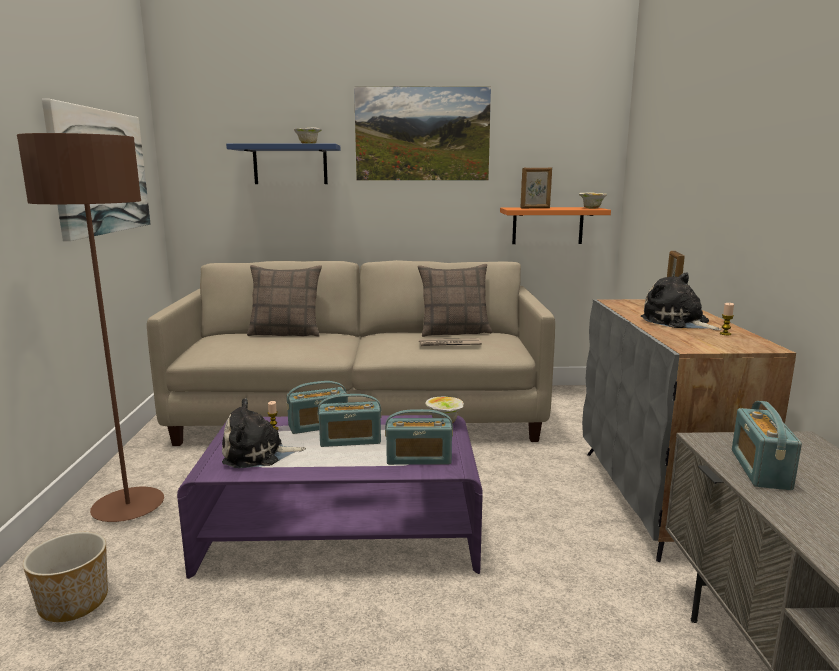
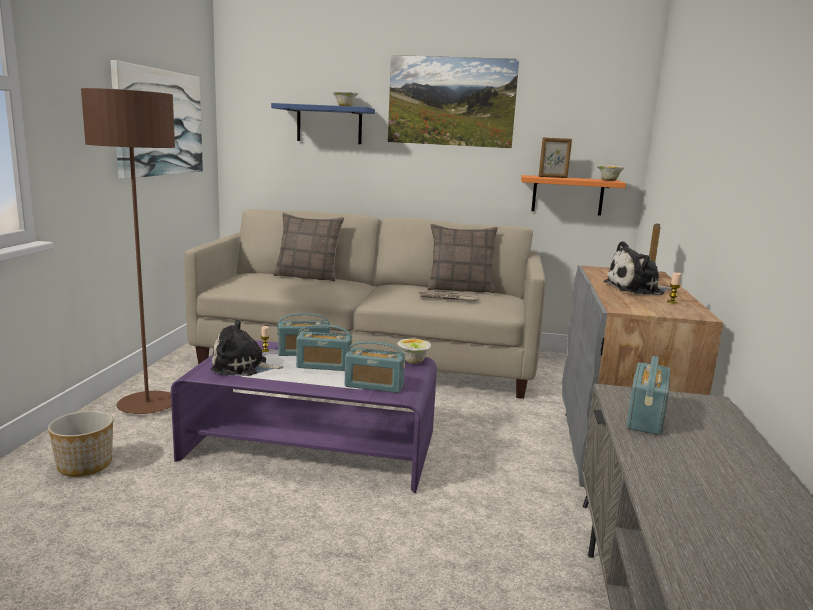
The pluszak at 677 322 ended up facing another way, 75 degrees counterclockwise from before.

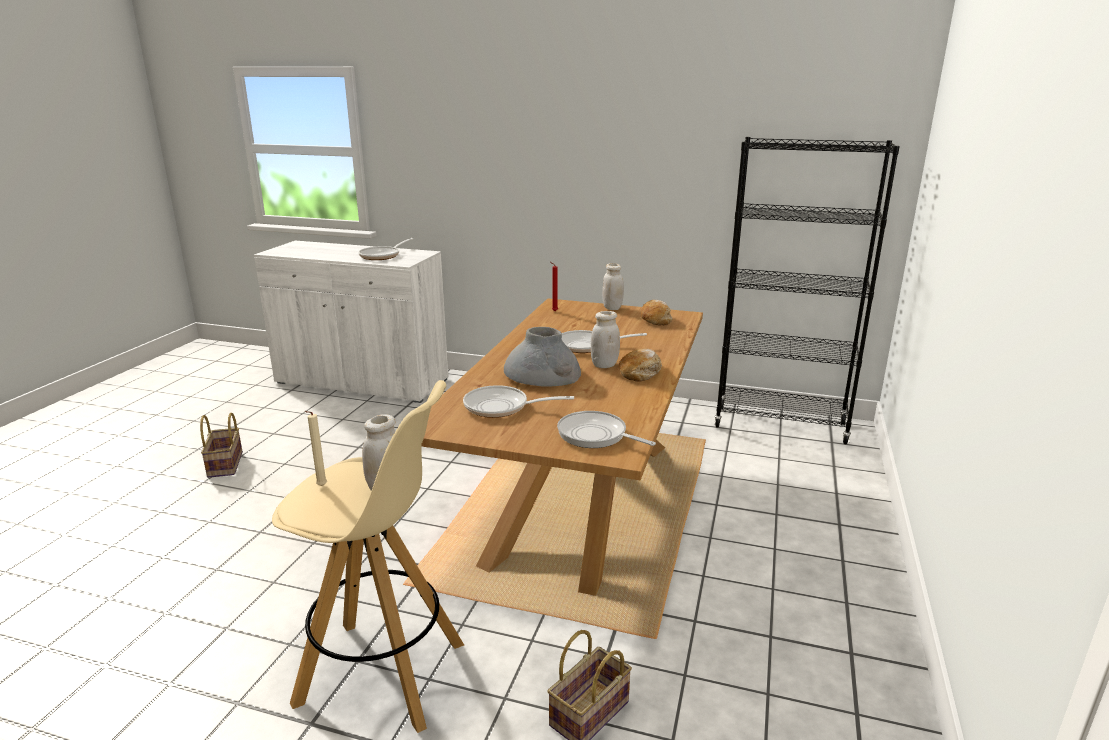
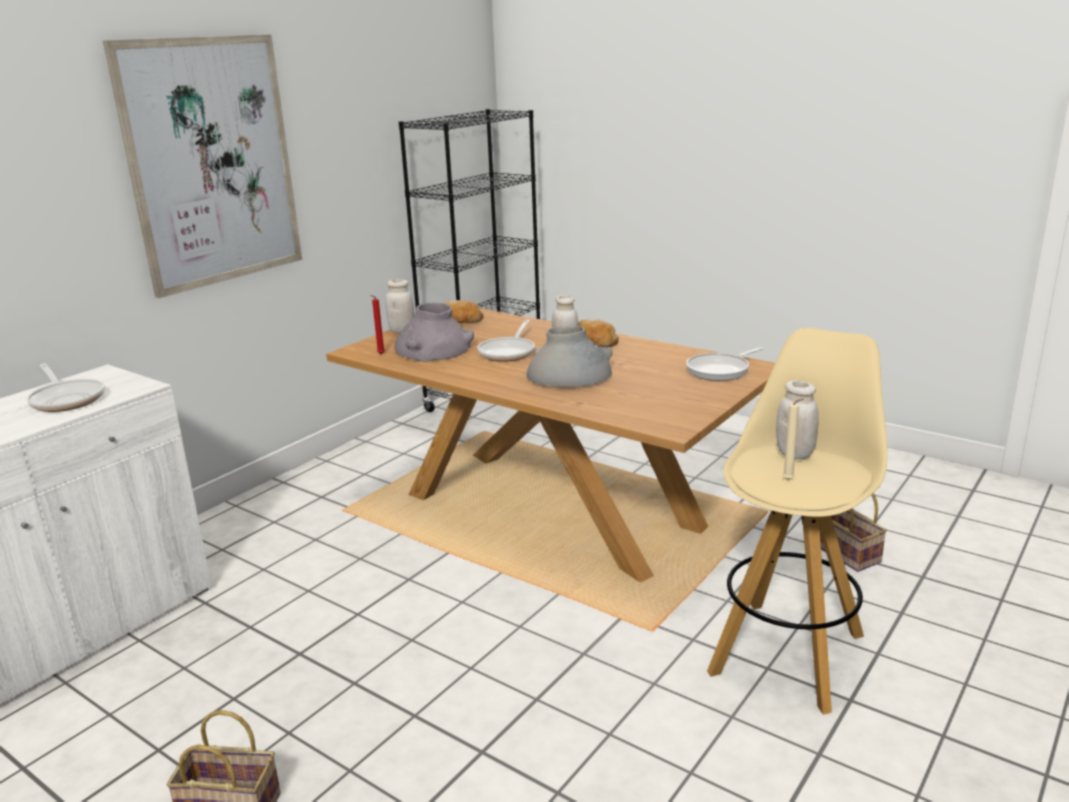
The second view lost the patelnia at 502 407.
The second view gained the obraz at 212 162.
The second view gained the wazon [szary] at 434 348.

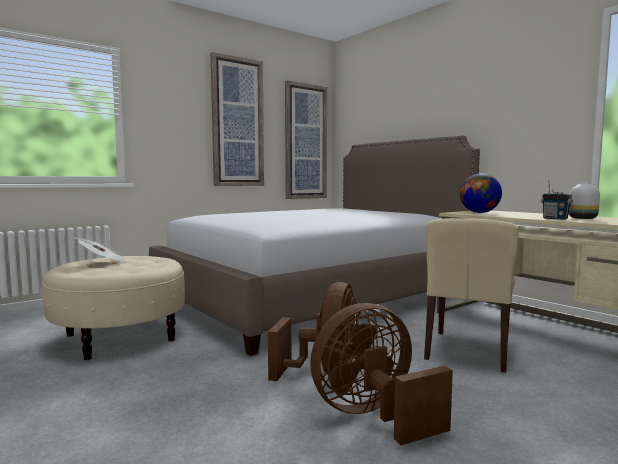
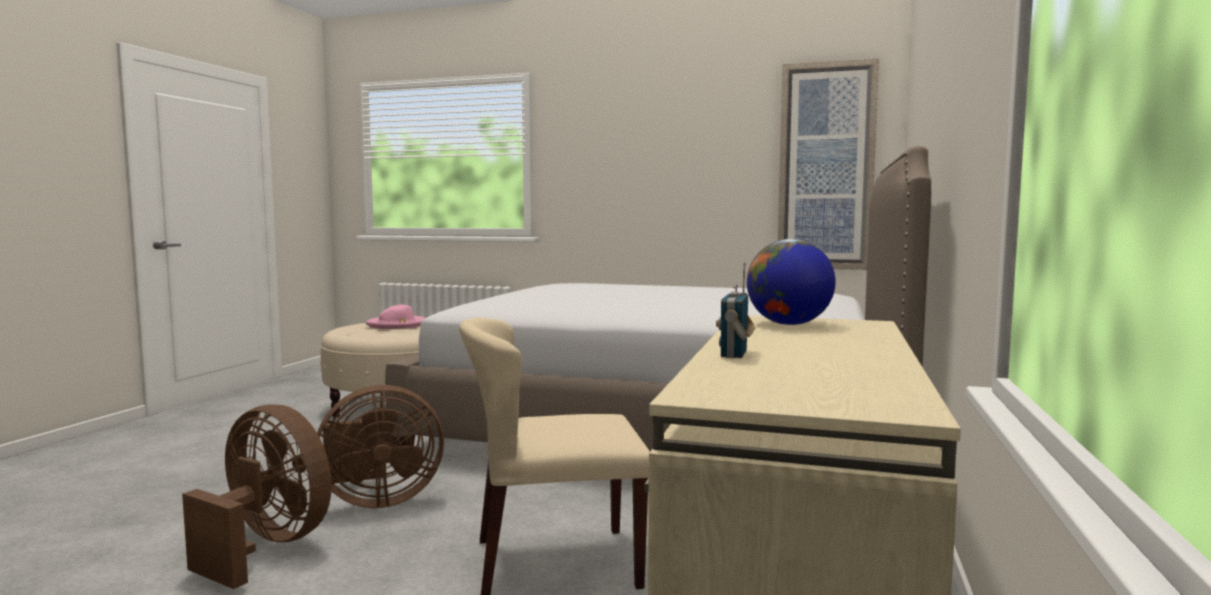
The second view lost the obraz at 237 122.
The second view lost the wazon [biały] at 582 218.
Where the gazeta stood at 102 263, the kapelusz [różowy] came to stand at 397 325.

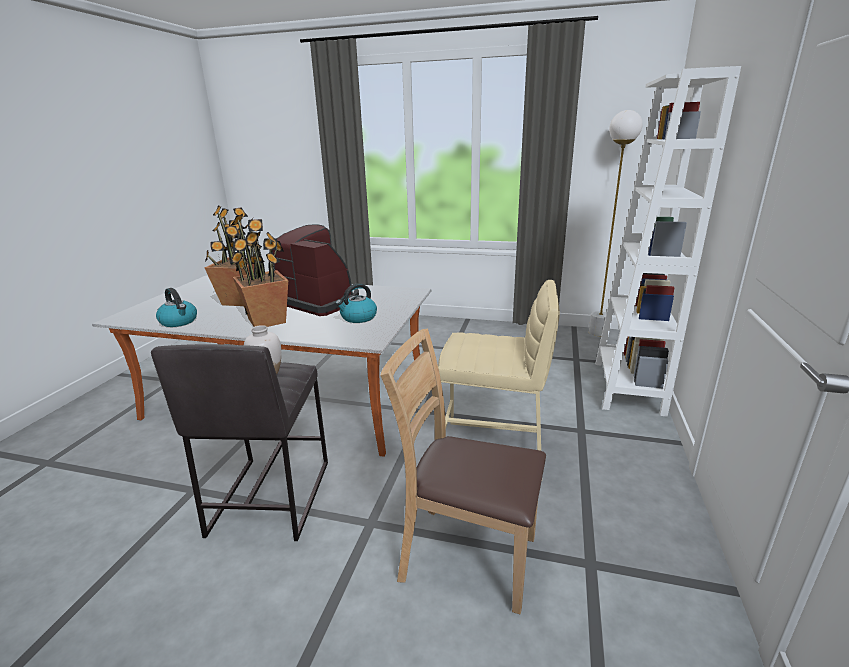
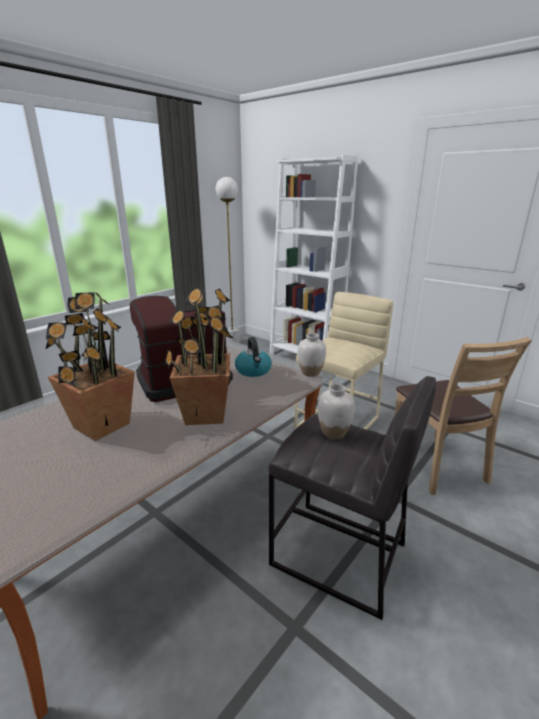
The second view lost the czajnik at 179 322.
The second view gained the wazon [biały] at 310 373.
The krzesło [brązowy] at 466 556 ended up facing another way, 60 degrees counterclockwise from before.

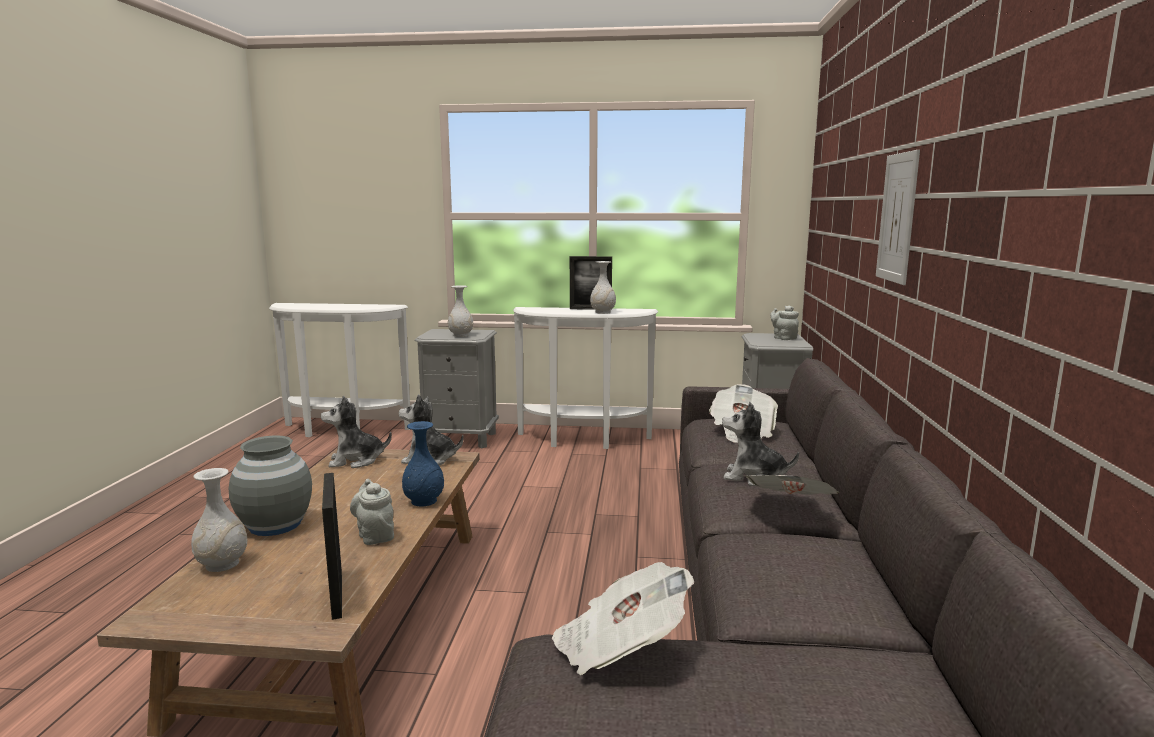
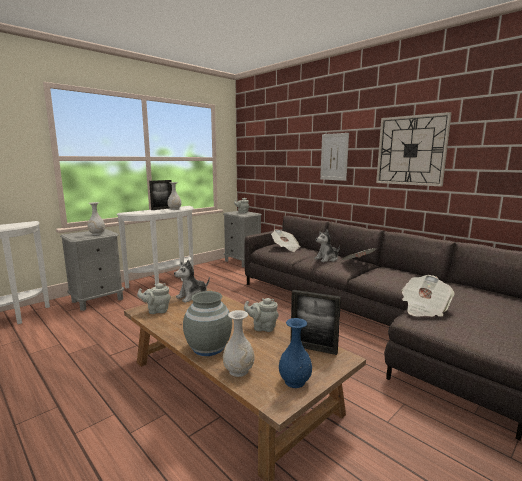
The second view gained the zegar ścienny at 411 150.
The wazon [niebieski] ended up elsewhere, having gone from 424 501 to 295 381.
Where the pluszak stood at 356 461, the imbryk [szary] came to stand at 156 311.

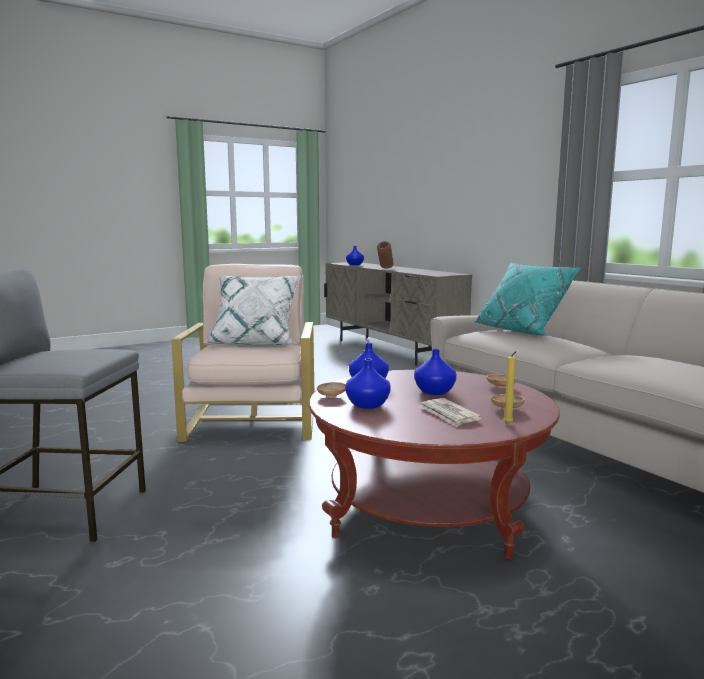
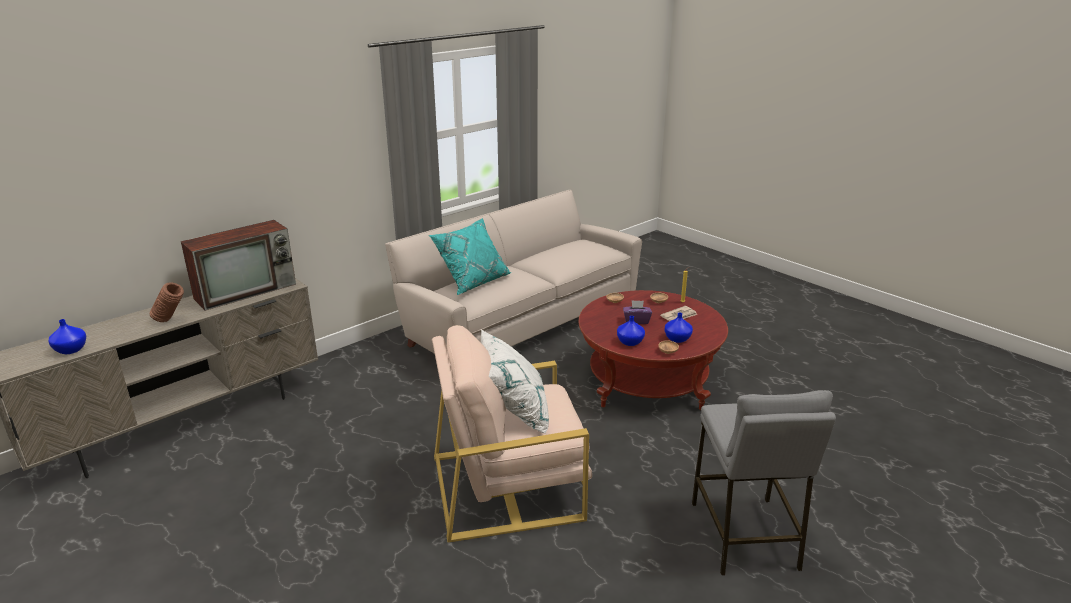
The second view gained the telewizor at 247 290.
Where the wazon [niebieski] stood at 434 391, the pudełko chusteczek [fioletowy] came to stand at 636 321.

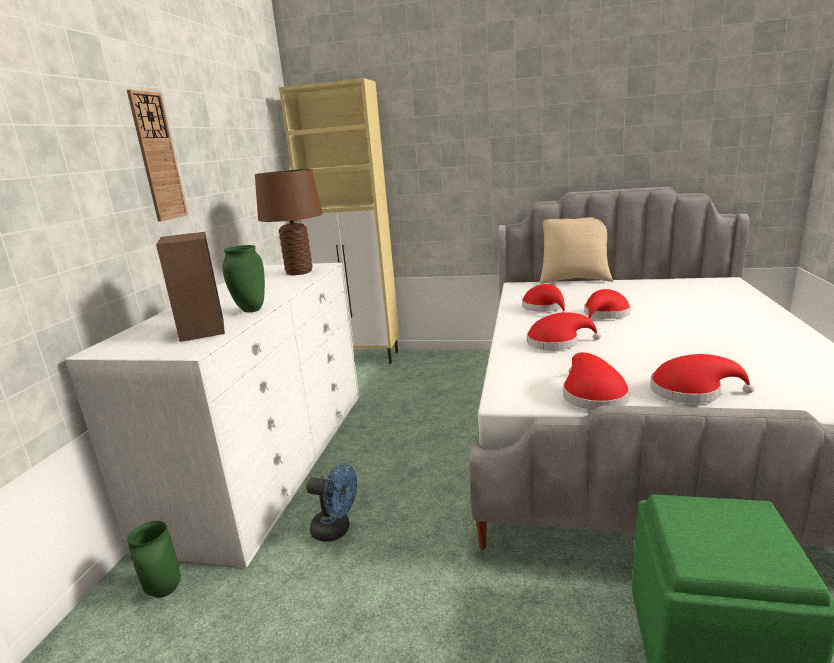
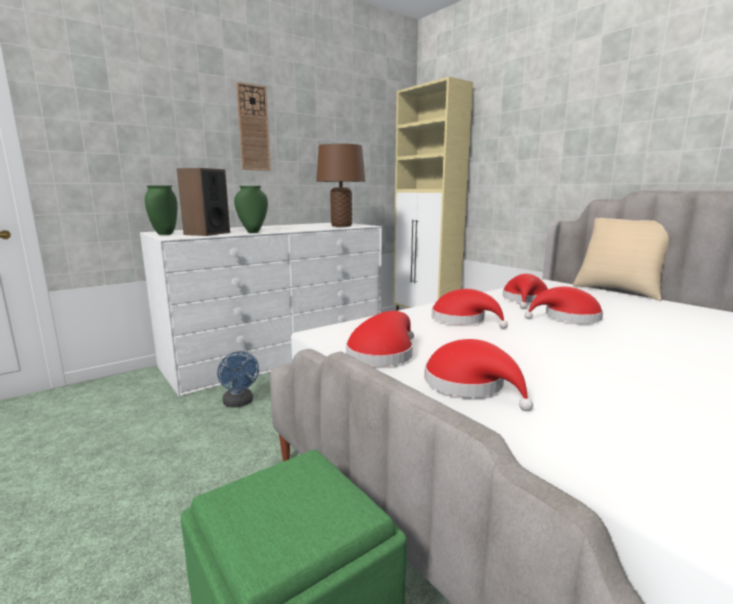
The wazon [zielony] ended up elsewhere, having gone from 166 591 to 165 234.

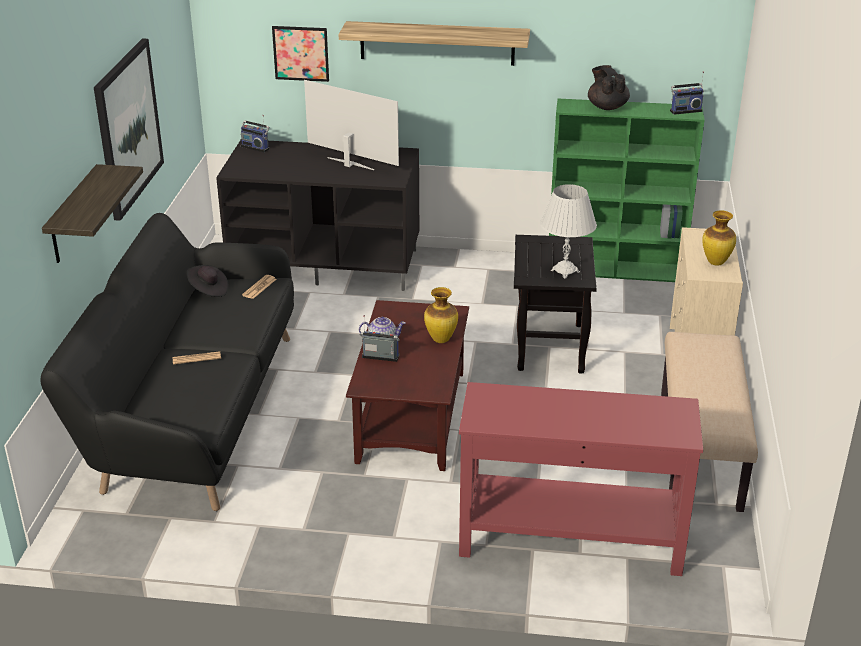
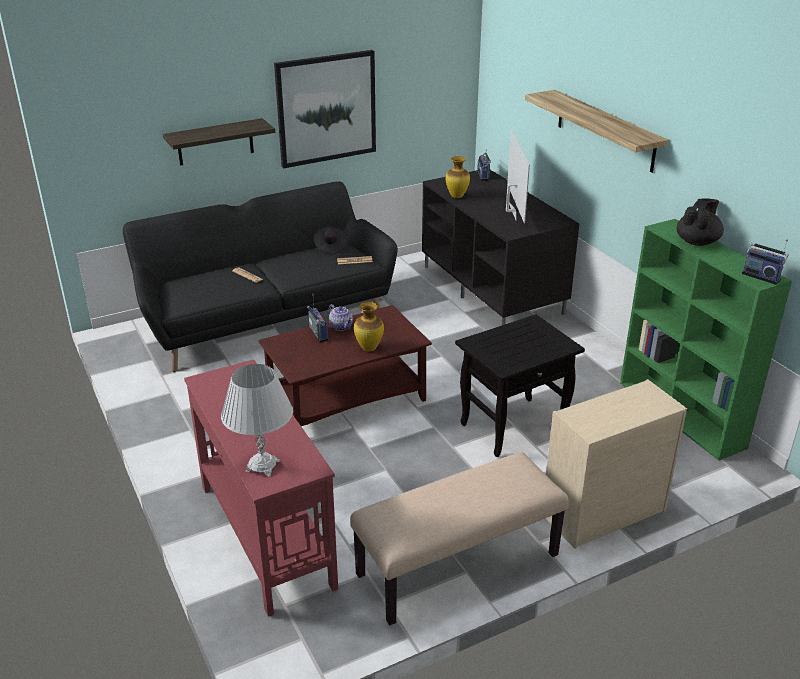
The second view lost the obraz at 301 53.
The lampa stołowa [biały] ended up elsewhere, having gone from 565 271 to 262 466.
The wazon ended up elsewhere, having gone from 716 263 to 457 197.

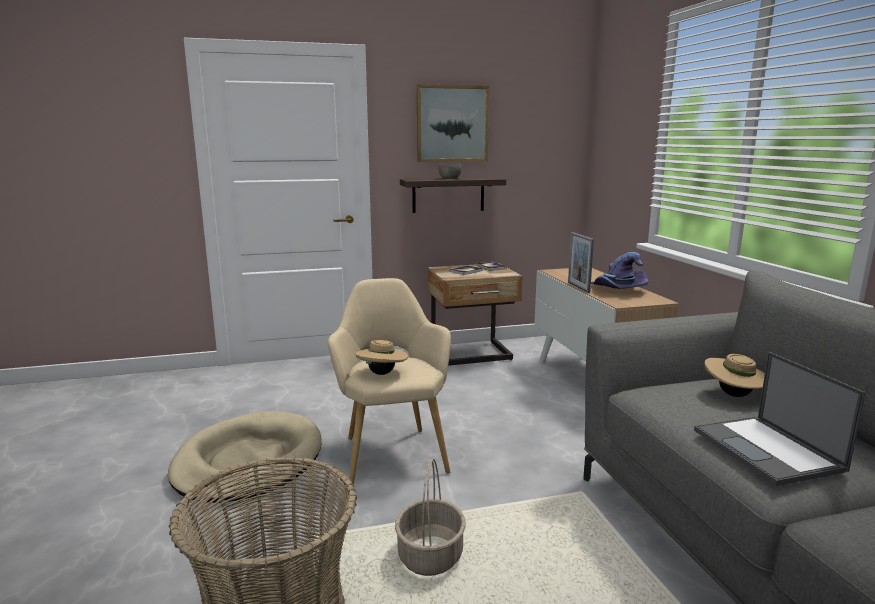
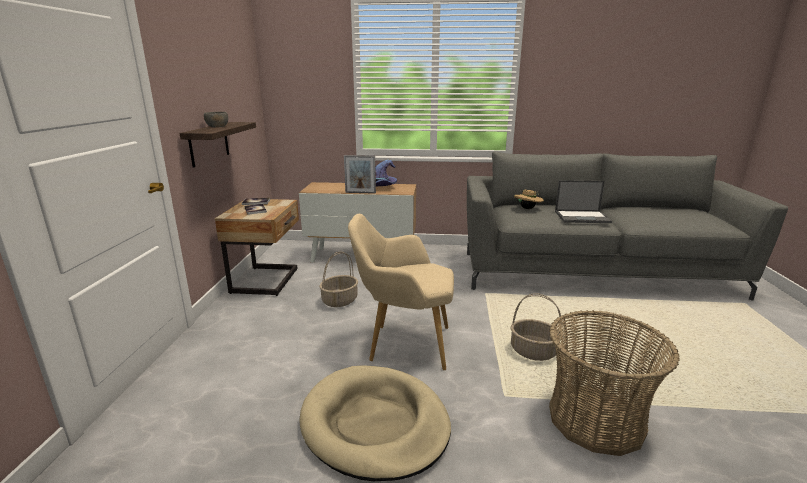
The second view lost the kapelusz [beżowy] at 382 373.
The second view lost the obraz at 452 124.
The second view gained the koszyk at 340 300.

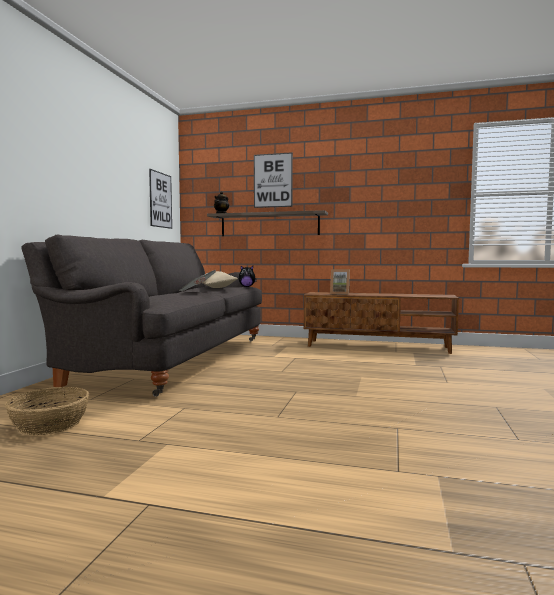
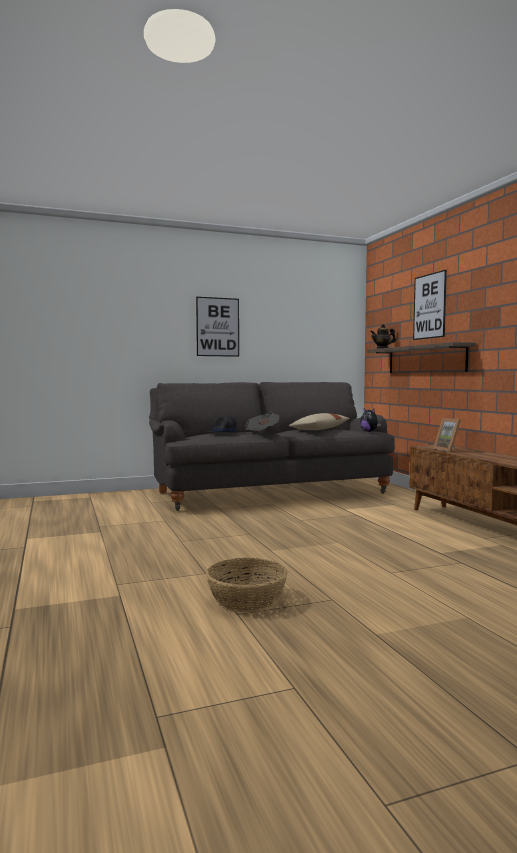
The second view gained the kapelusz [czarny] at 224 432.
The koszyk ended up elsewhere, having gone from 50 424 to 247 599.
The obraz ended up elsewhere, having gone from 160 200 to 217 327.

